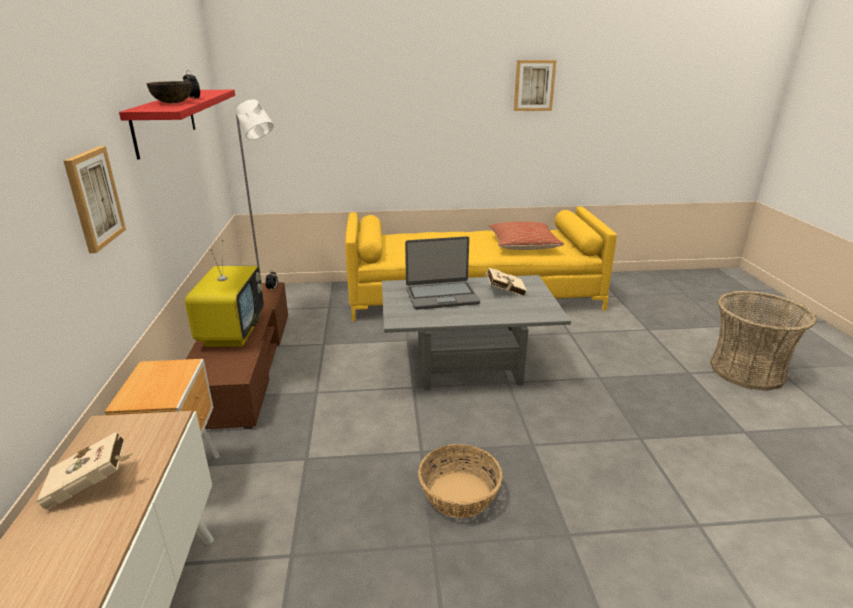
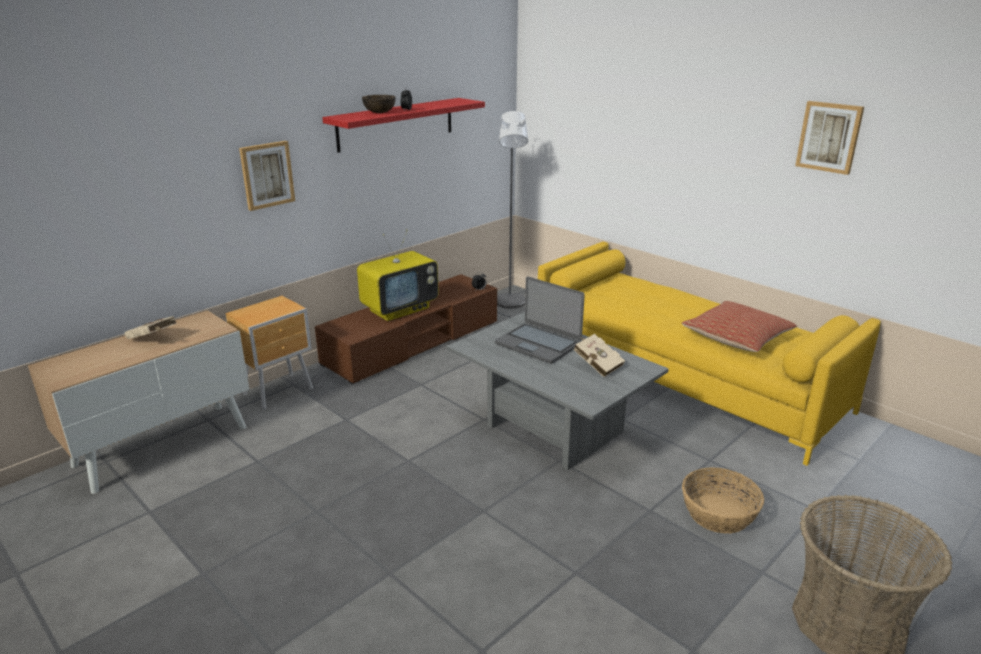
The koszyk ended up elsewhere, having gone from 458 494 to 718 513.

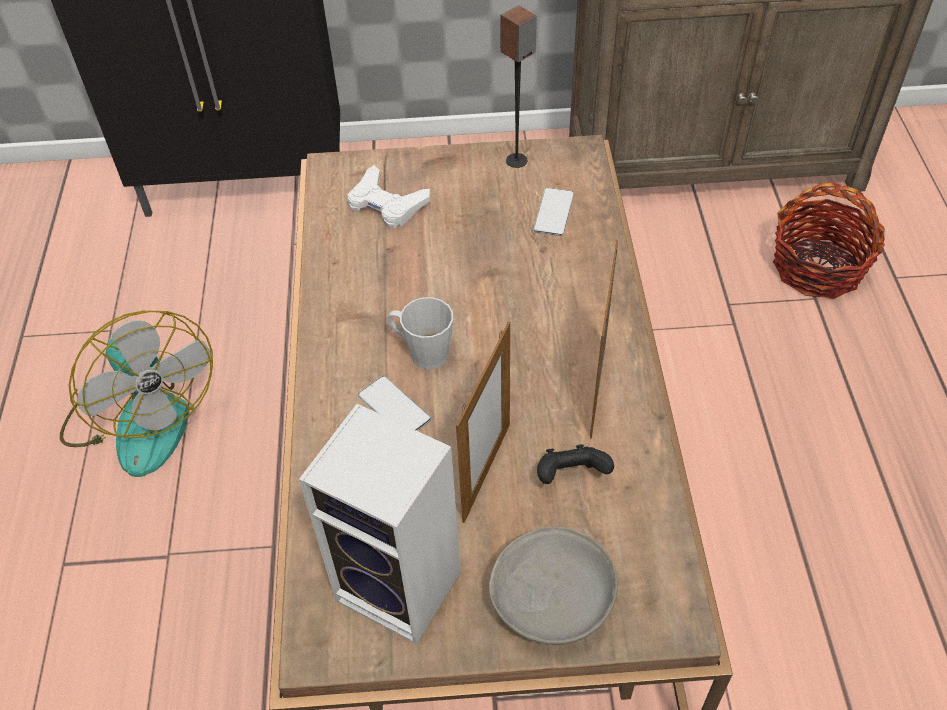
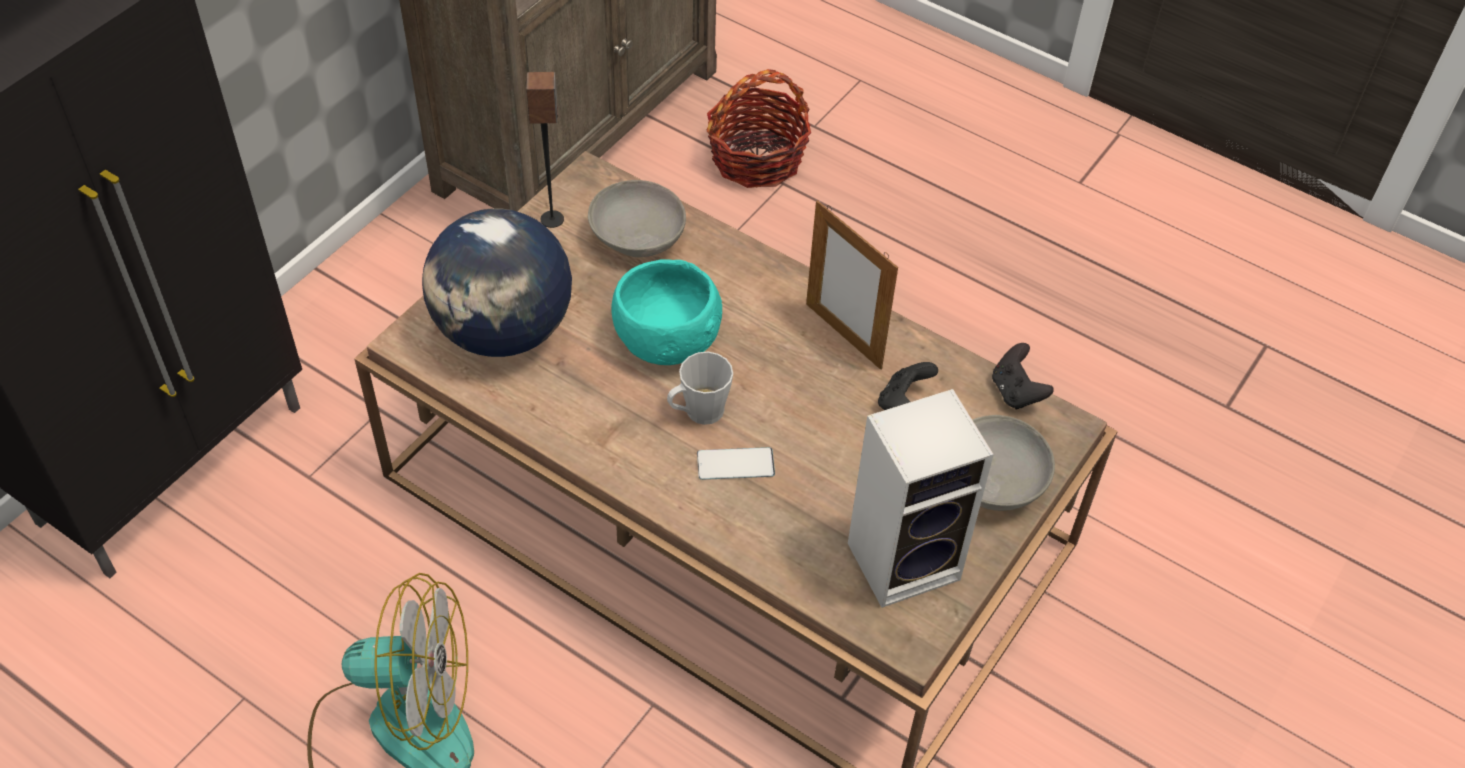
The second view lost the ramka na zdjęcie at 486 471.
The second view gained the miska [turkusowy] at 665 338.
The second view gained the pad do gier [czarny] at 1016 392.
Where the pad do gier [biały] stood at 386 204, the globus came to stand at 502 332.
Where the telefon stood at 553 212, the miska [szary] came to stand at 638 237.

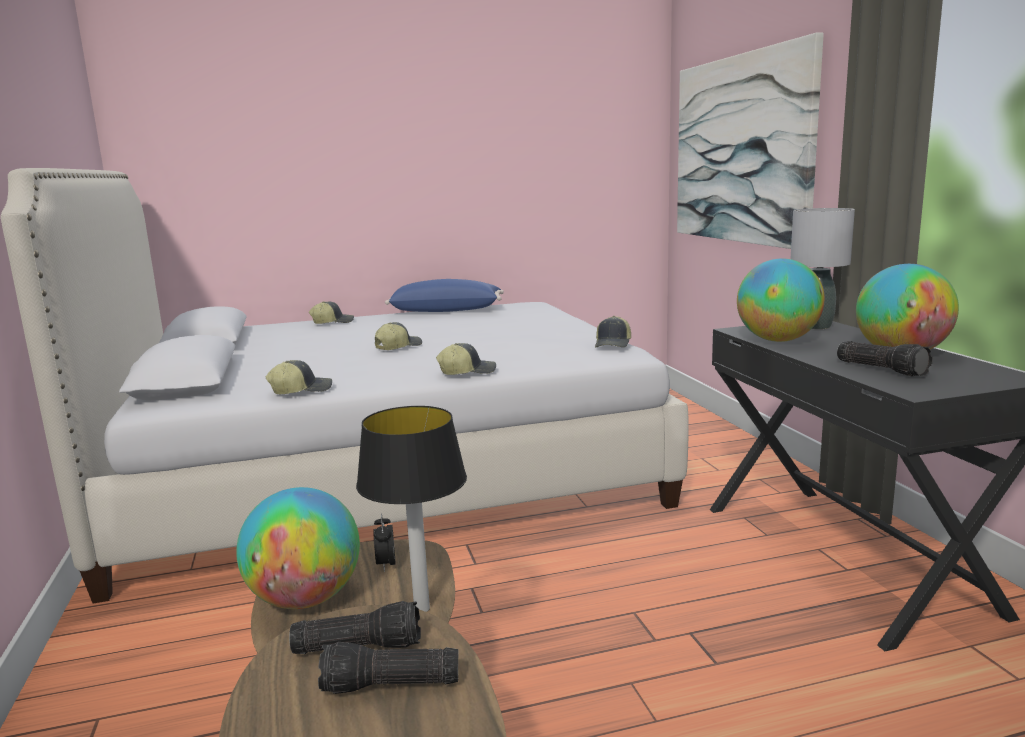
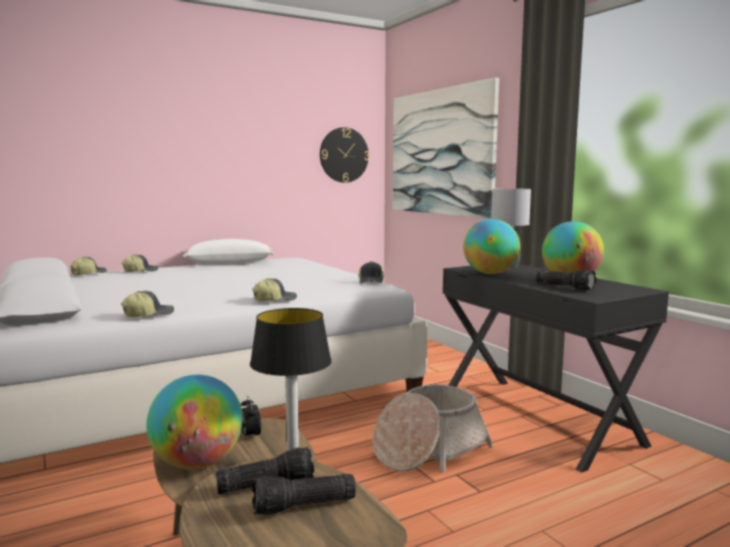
The second view gained the zegar ścienny at 344 155.
The second view gained the koszyk at 428 450.
The czapka z daszkiem ended up elsewhere, having gone from 398 347 to 88 273.
What was the poduszka [niebieski] at 446 310 turned into the poduszka [biały] at 229 263.

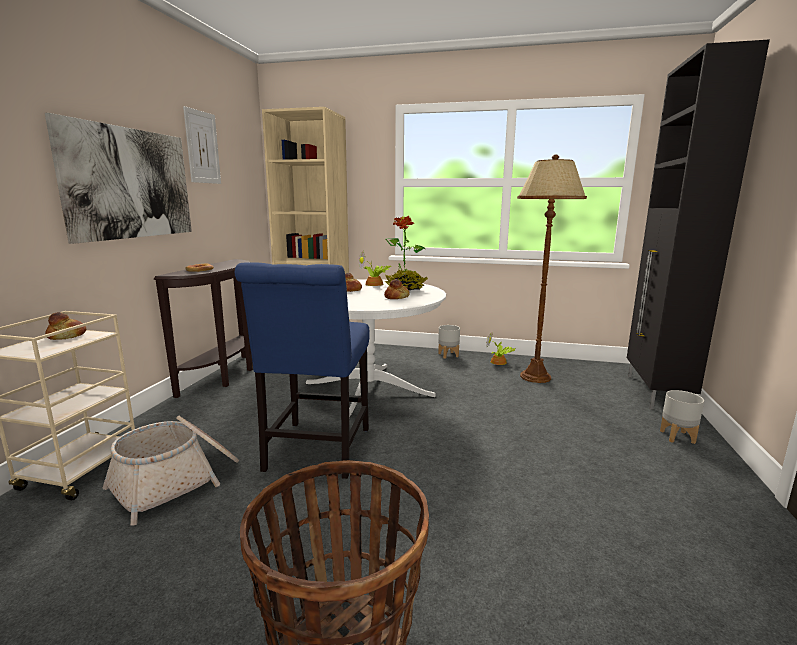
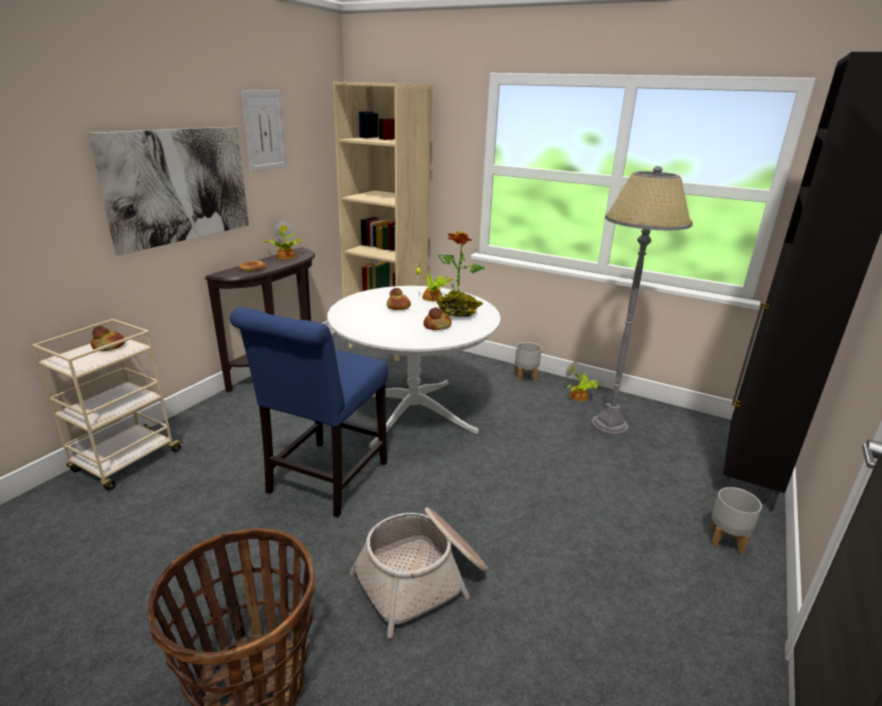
The second view gained the roślina doniczkowa at 285 257.
The koszyk ended up elsewhere, having gone from 177 481 to 422 579.
What was the lampa stojąca [brązowy] at 535 377 turned into the lampa stojąca [szary] at 609 425.

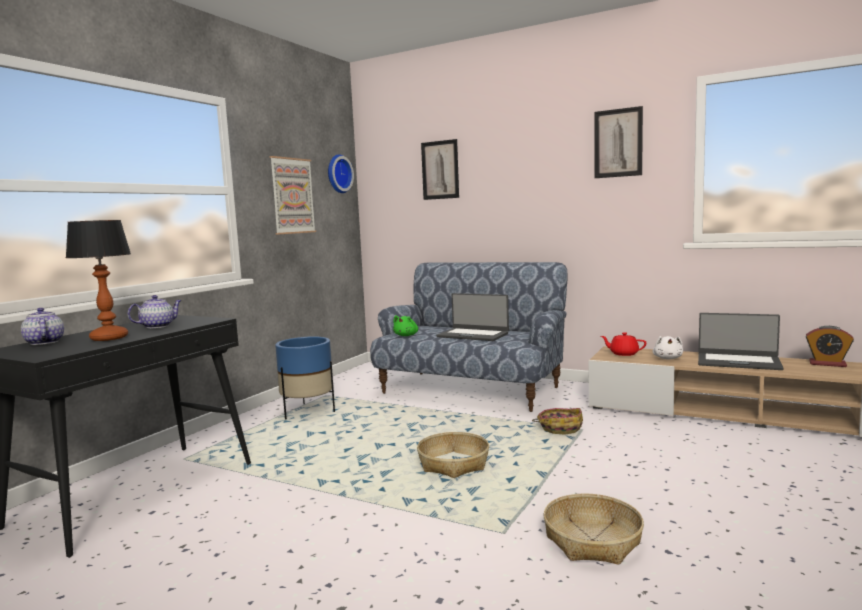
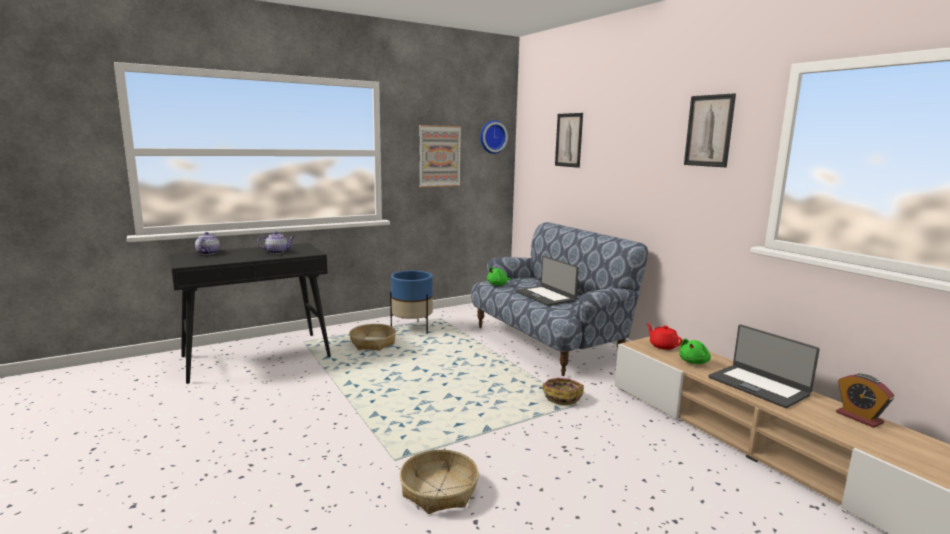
The second view lost the lampa stołowa at 110 338.
The koszyk ended up elsewhere, having gone from 454 463 to 373 343.
What was the pluszak [biały] at 667 358 turned into the pluszak [zielony] at 694 362.

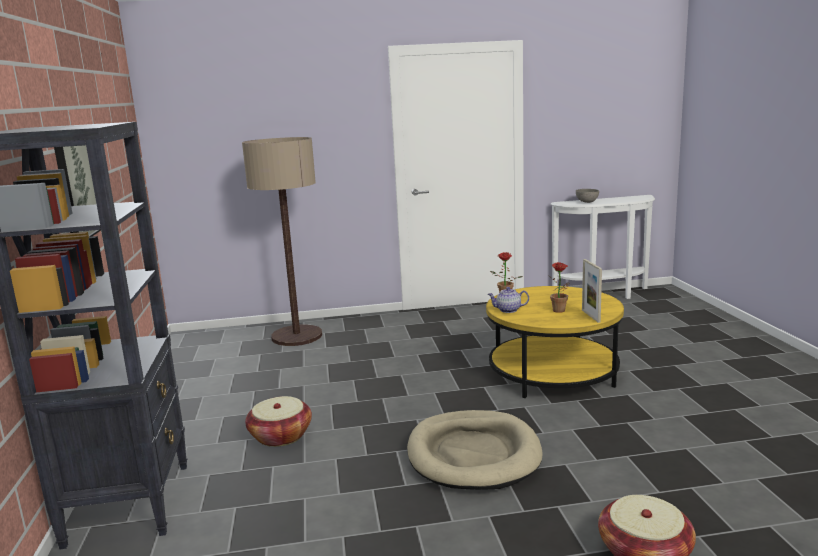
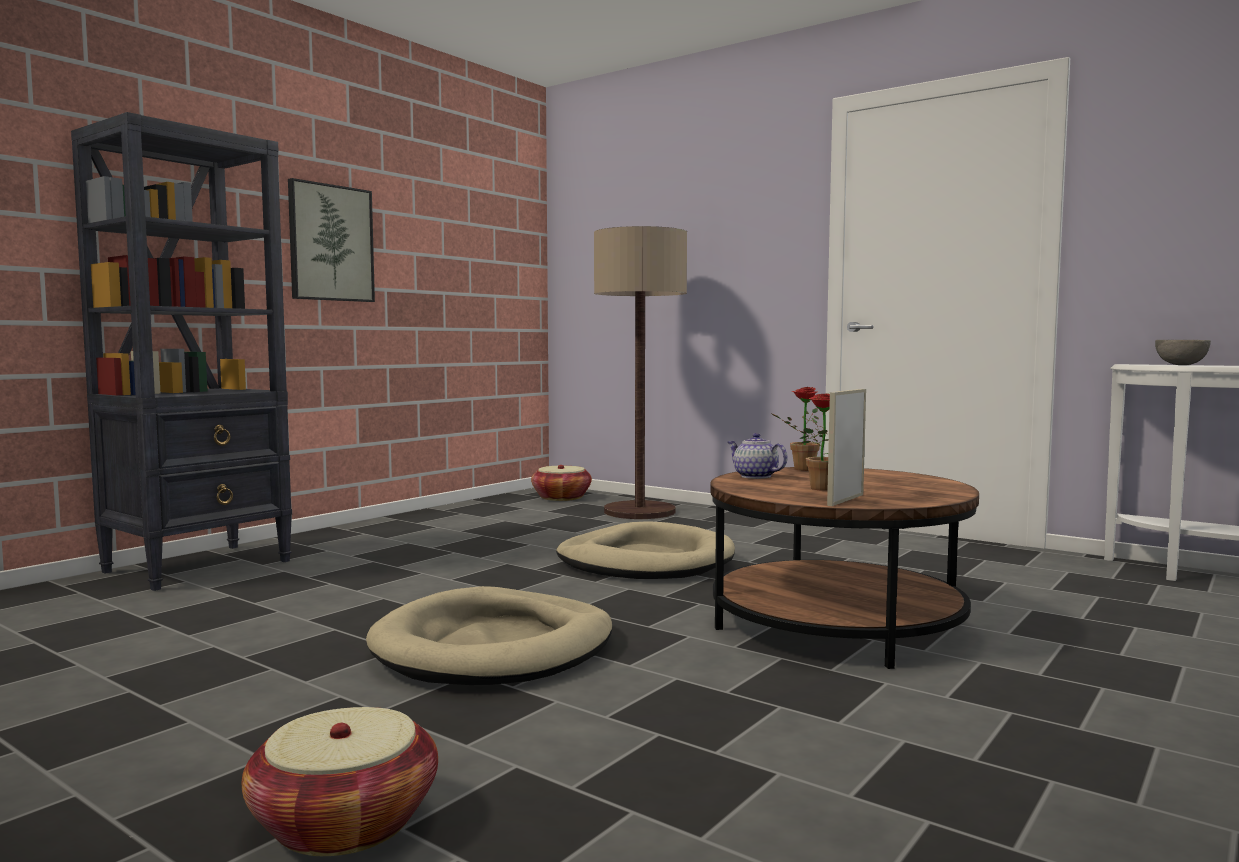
The second view gained the legowisko [beżowy] at 645 561.
The koszyk ended up elsewhere, having gone from 281 436 to 561 497.
What was the ława [żółty] at 553 373 turned into the ława [brązowy] at 836 623.

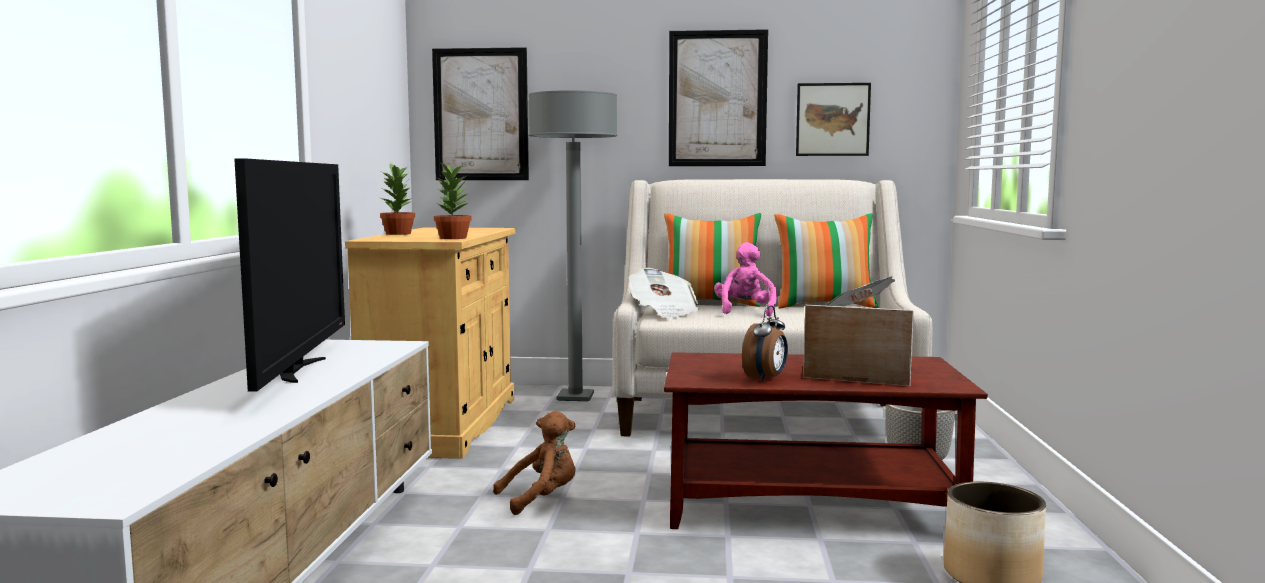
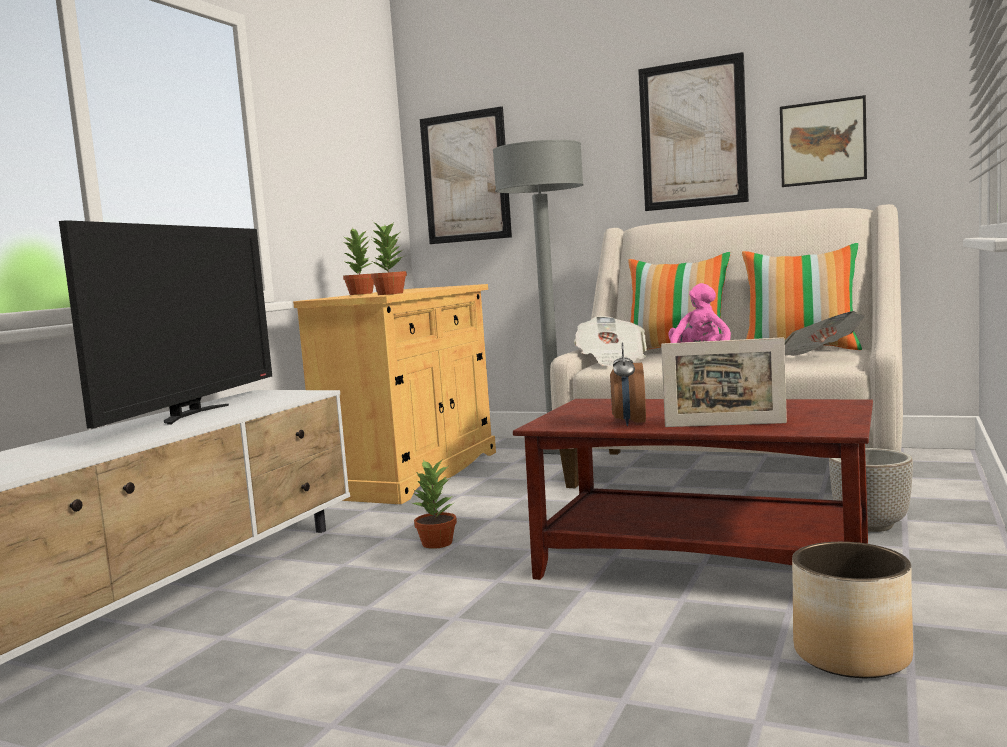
Where the pluszak [brązowy] stood at 541 499, the roślina doniczkowa came to stand at 437 543.
The budzik at 766 379 ended up facing another way, 135 degrees clockwise from before.
The ramka na zdjęcie at 855 381 ended up facing another way, 150 degrees clockwise from before.

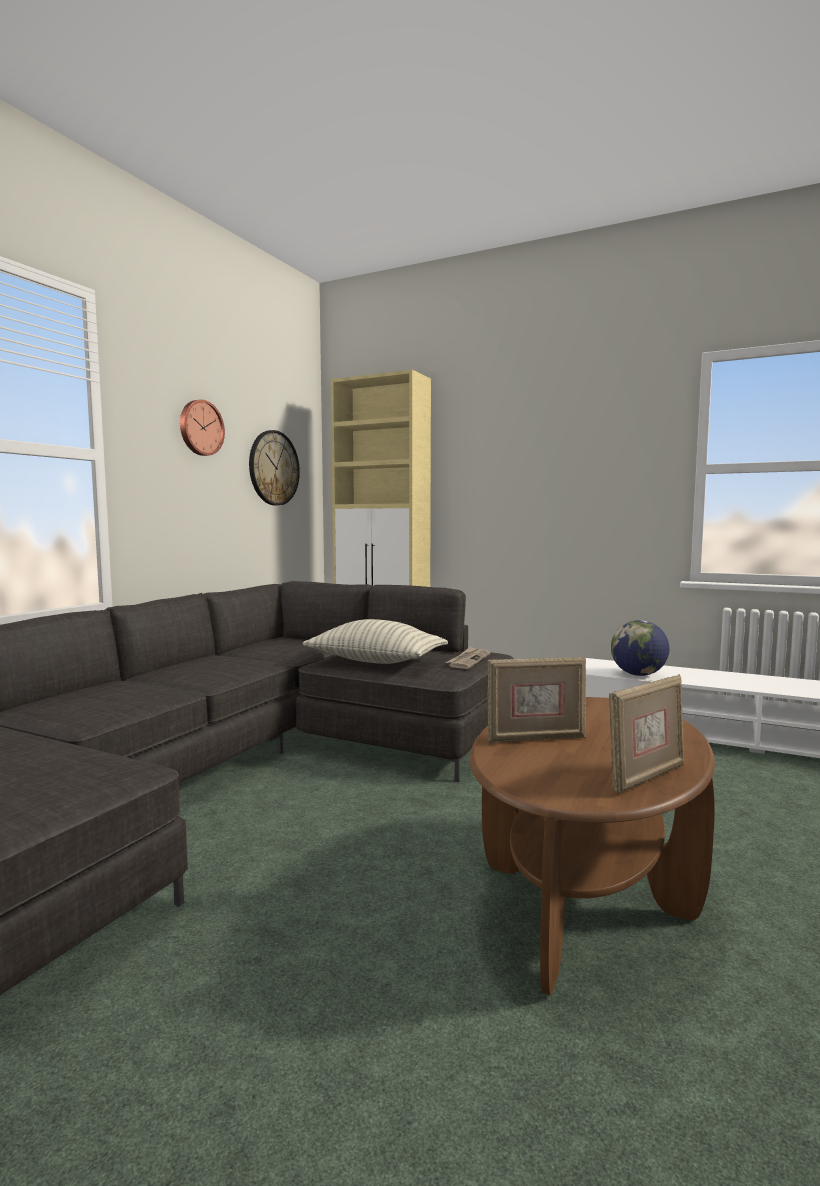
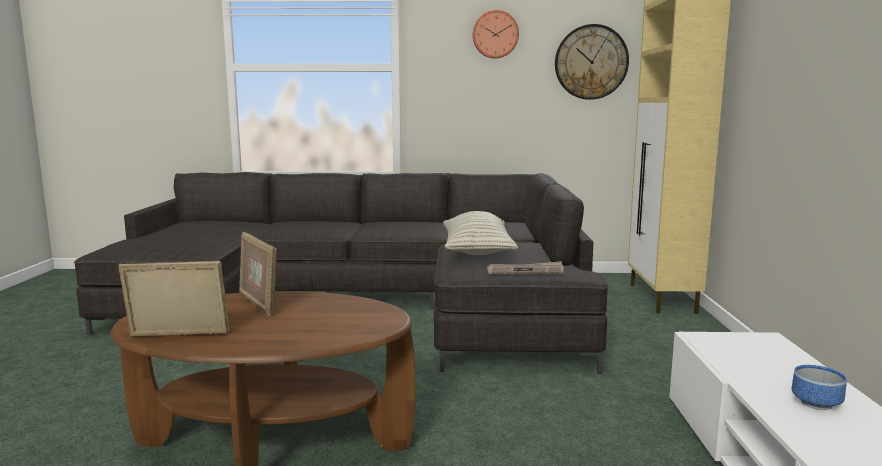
The second view lost the globus at 638 675.
The second view gained the miska at 813 403.
The ramka na zdjęcie at 646 777 ended up facing another way, 150 degrees clockwise from before.

